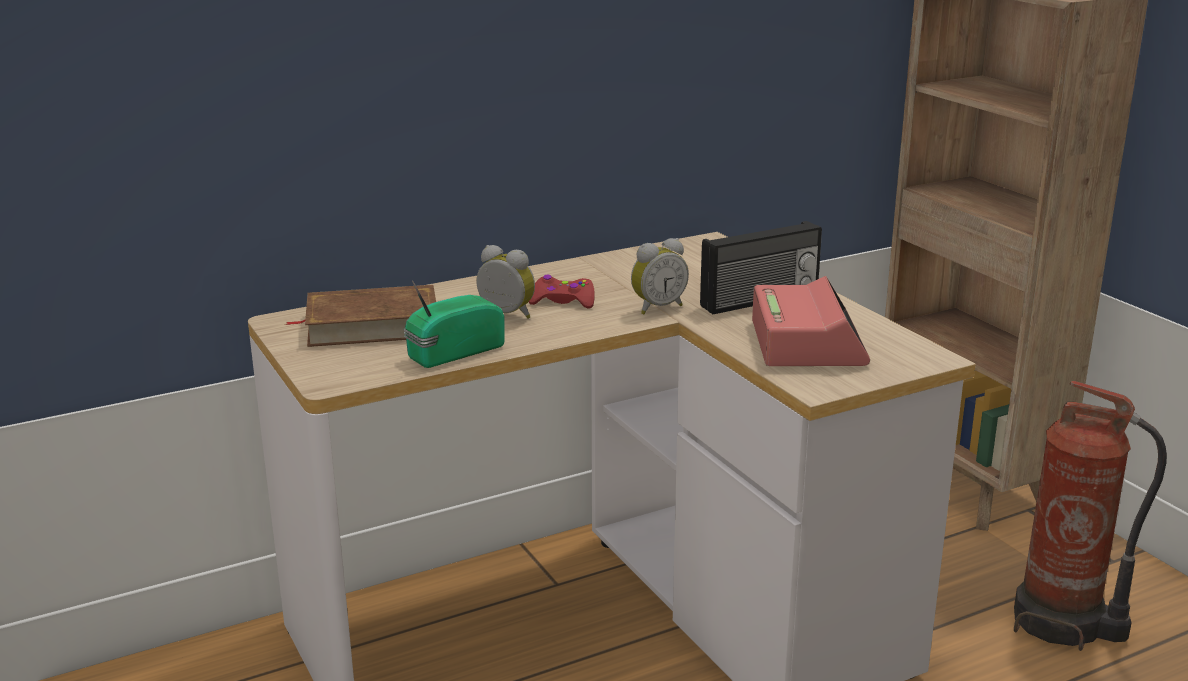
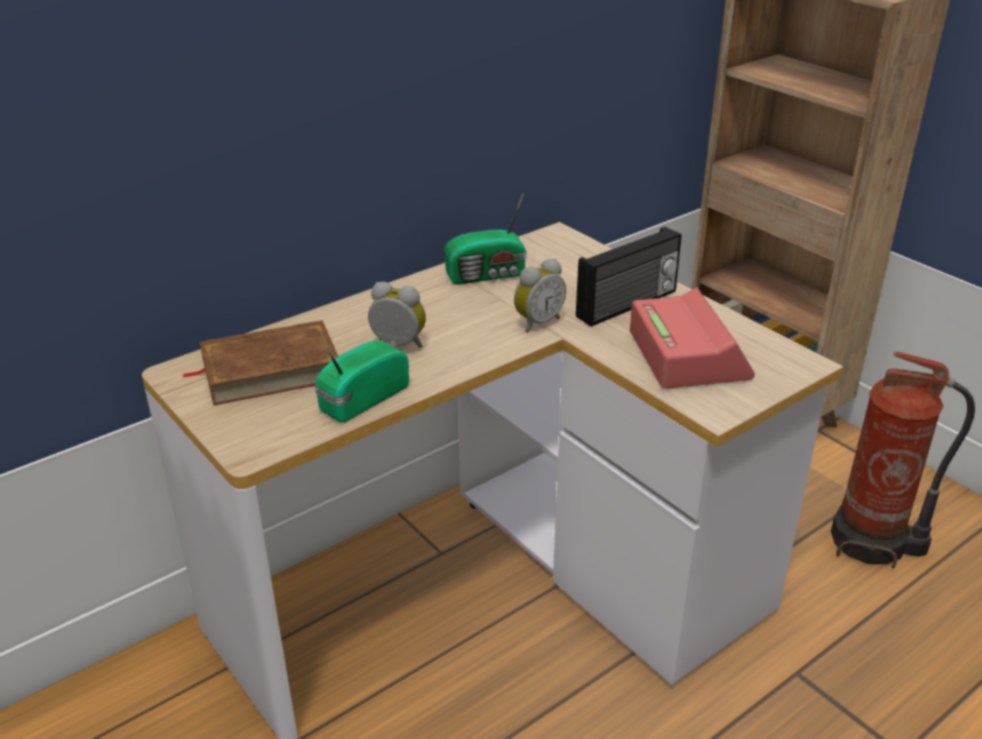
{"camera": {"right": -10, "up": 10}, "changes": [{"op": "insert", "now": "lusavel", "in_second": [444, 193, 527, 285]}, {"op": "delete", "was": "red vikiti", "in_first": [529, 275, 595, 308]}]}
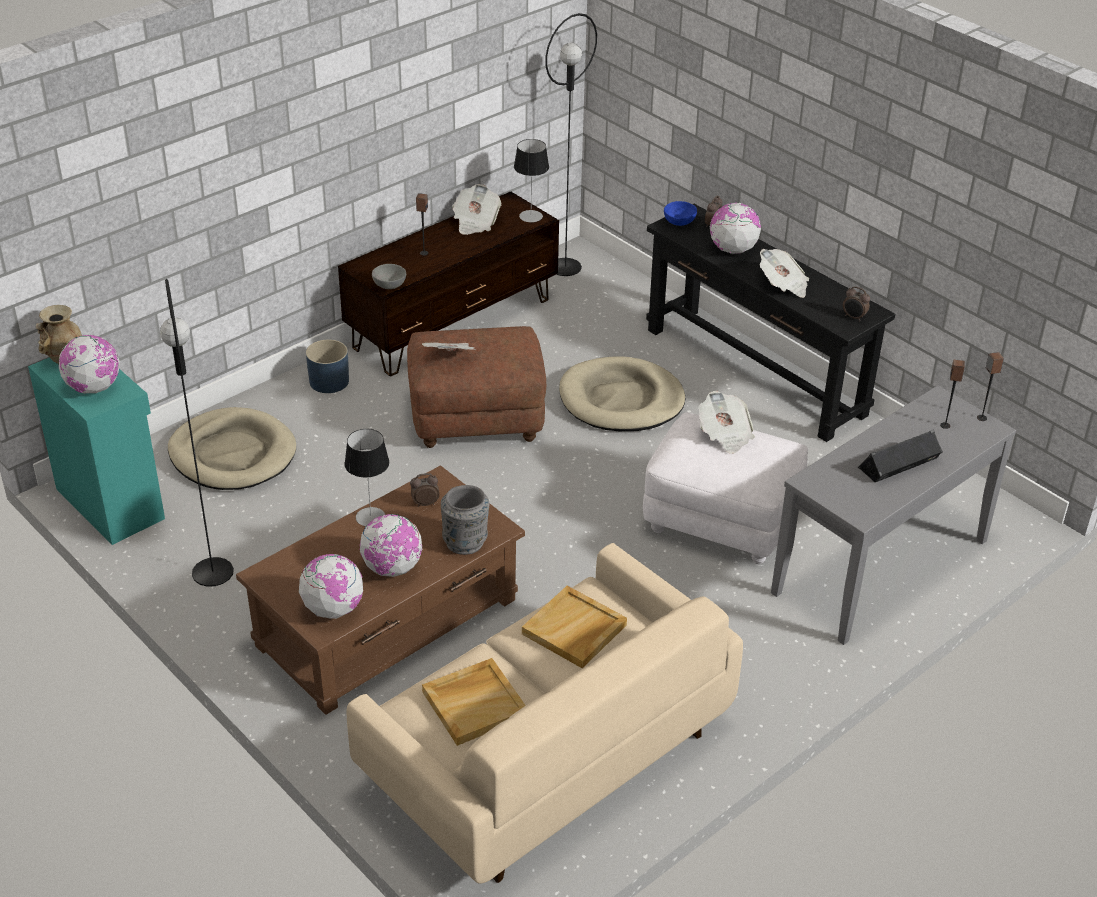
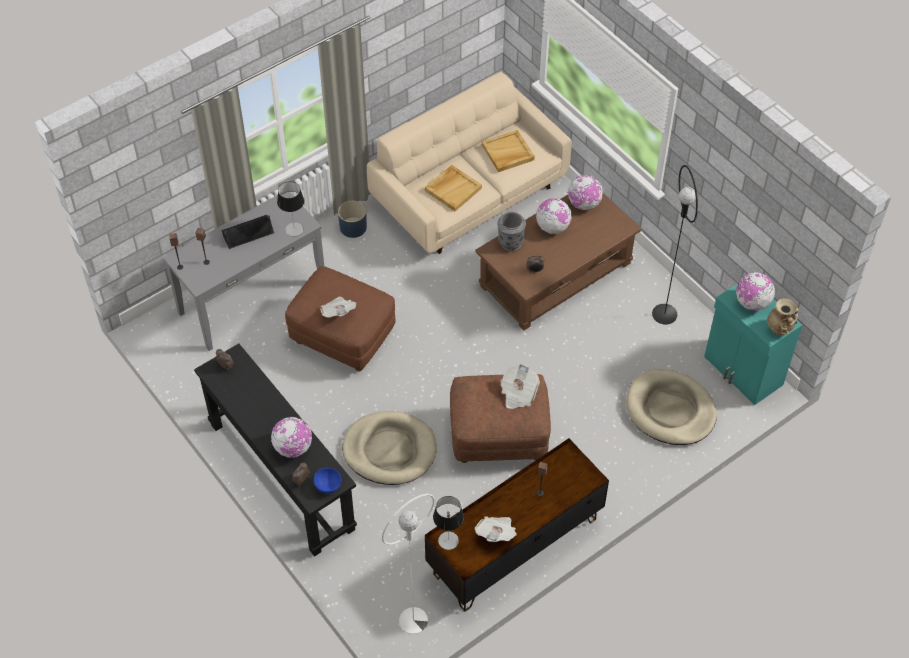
{"camera": {"right": -175, "up": 15}, "changes": [{"op": "move", "was": "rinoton", "in_first": [344, 429, 389, 526], "in_second": [277, 182, 304, 236]}, {"op": "recolor", "was": "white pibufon", "now": "brown pibufon", "in_first": [643, 412, 808, 564], "in_second": [285, 266, 395, 371]}, {"op": "move", "was": "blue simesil", "in_first": [306, 339, 349, 393], "in_second": [338, 201, 367, 238]}, {"op": "recolor", "was": "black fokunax", "now": "white fokunax", "in_first": [546, 13, 597, 276], "in_second": [382, 494, 434, 634]}, {"op": "delete", "was": "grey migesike", "in_first": [372, 264, 406, 289]}, {"op": "delete", "was": "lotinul", "in_first": [760, 249, 809, 298]}]}
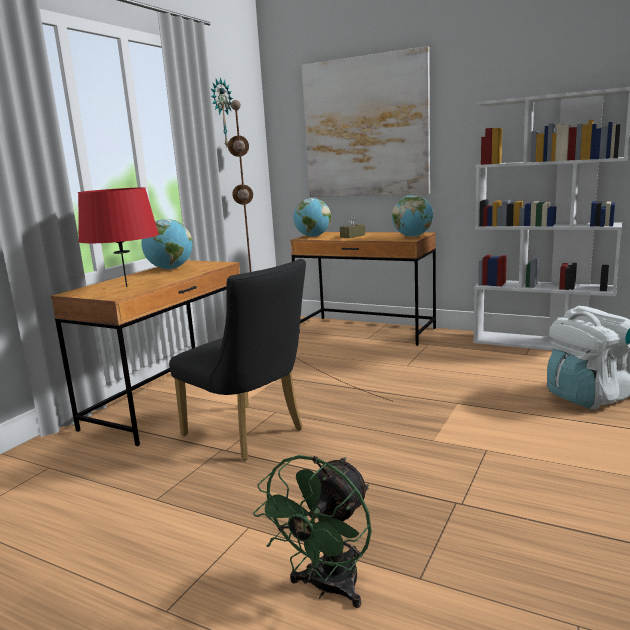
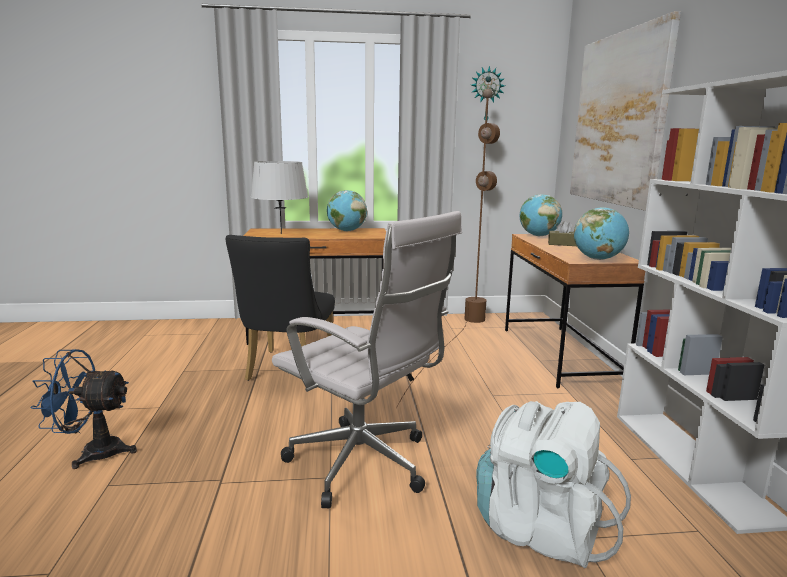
{"camera": {"right": 55, "up": 0}, "changes": [{"op": "recolor", "was": "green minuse", "now": "blue minuse", "in_first": [253, 455, 372, 608], "in_second": [30, 349, 137, 469]}, {"op": "recolor", "was": "red rinoton", "now": "grey rinoton", "in_first": [78, 187, 159, 287], "in_second": [251, 161, 308, 234]}, {"op": "insert", "now": "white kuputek", "in_second": [272, 211, 462, 508]}]}
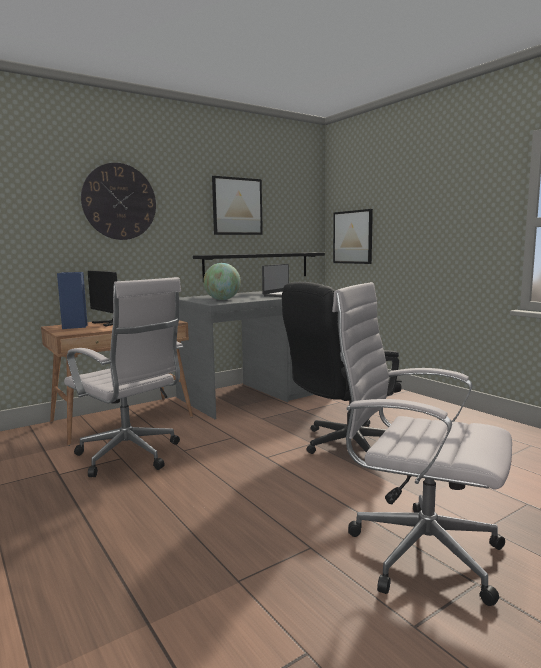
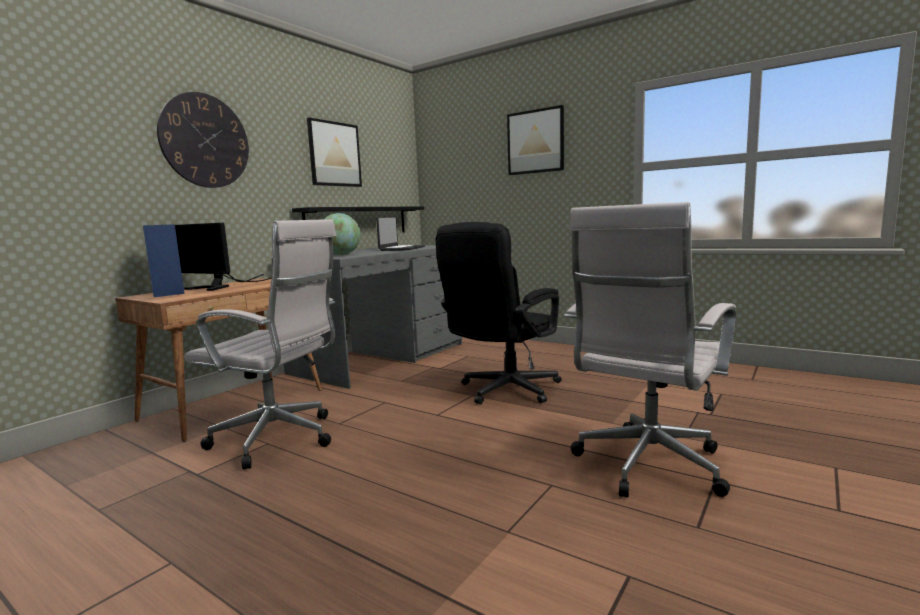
{"camera": {"right": -20, "up": 0}, "changes": [{"op": "move", "was": "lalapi", "in_first": [333, 209, 373, 264], "in_second": [507, 105, 564, 175]}, {"op": "rotate", "was": "white kuputek", "in_first": [332, 282, 512, 606], "in_second": [564, 202, 736, 497], "clockwise": -60}]}
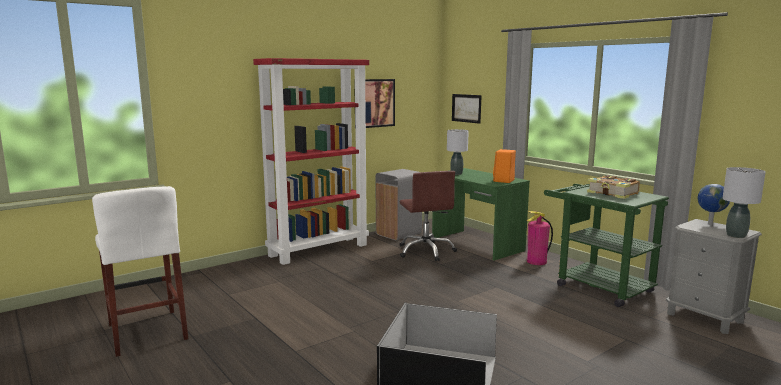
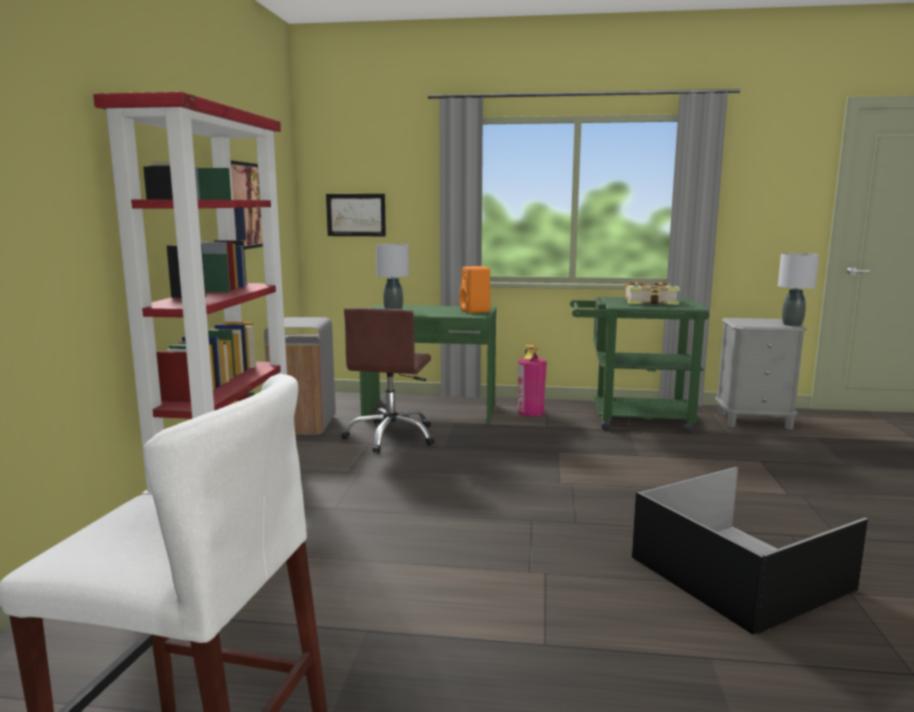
{"camera": {"right": -45, "up": 0}, "changes": [{"op": "rotate", "was": "brown kuputek", "in_first": [399, 171, 457, 261], "in_second": [341, 308, 434, 453], "clockwise": 75}, {"op": "delete", "was": "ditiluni", "in_first": [698, 184, 730, 225]}]}
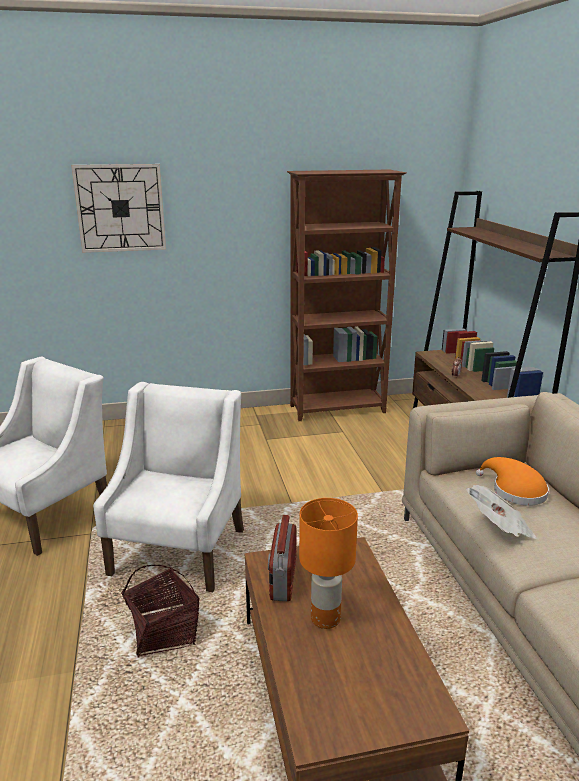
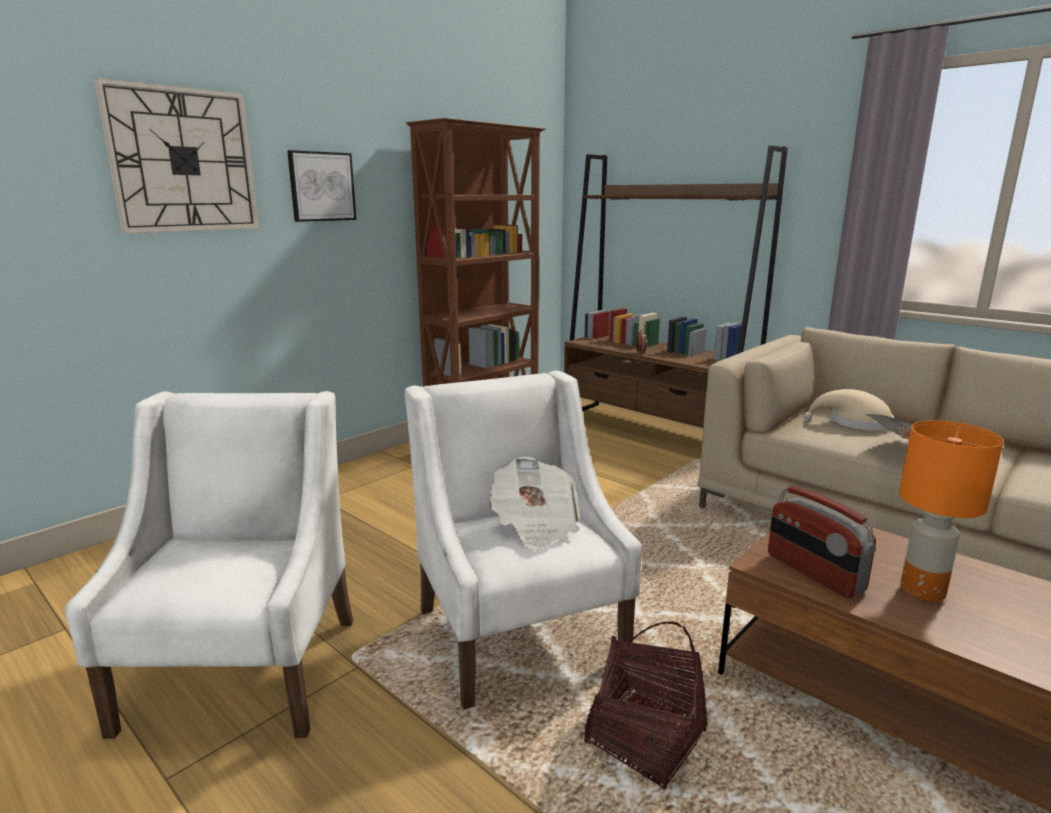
{"camera": {"right": -35, "up": -5}, "changes": [{"op": "insert", "now": "lalapi", "in_second": [287, 150, 356, 222]}, {"op": "insert", "now": "lotinul", "in_second": [489, 456, 580, 550]}, {"op": "recolor", "was": "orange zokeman", "now": "beige zokeman", "in_first": [476, 457, 549, 506], "in_second": [803, 389, 894, 431]}]}
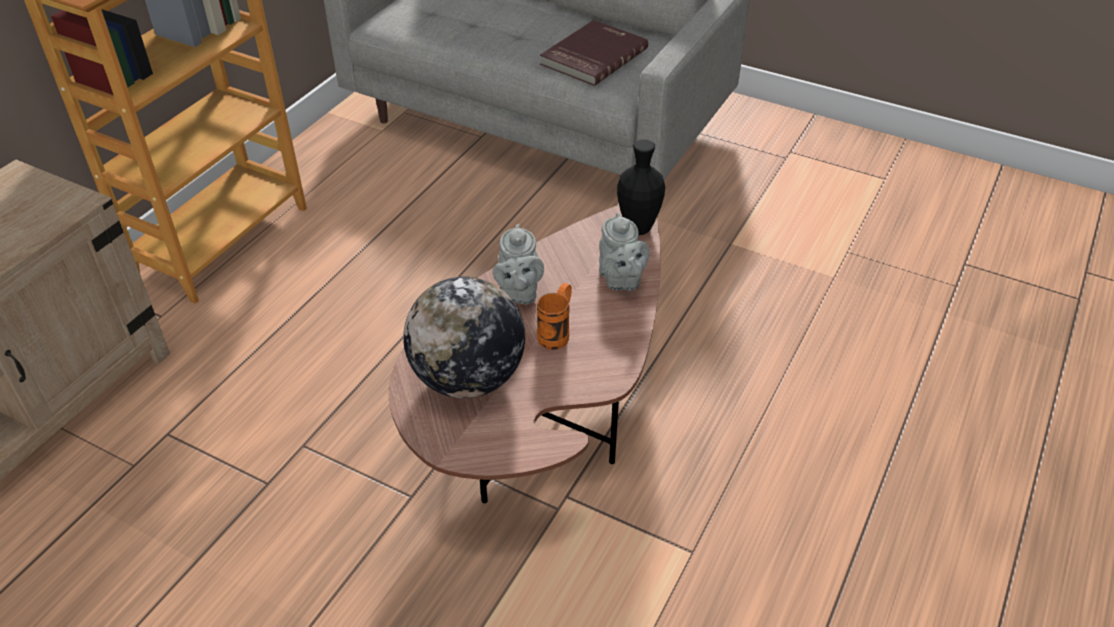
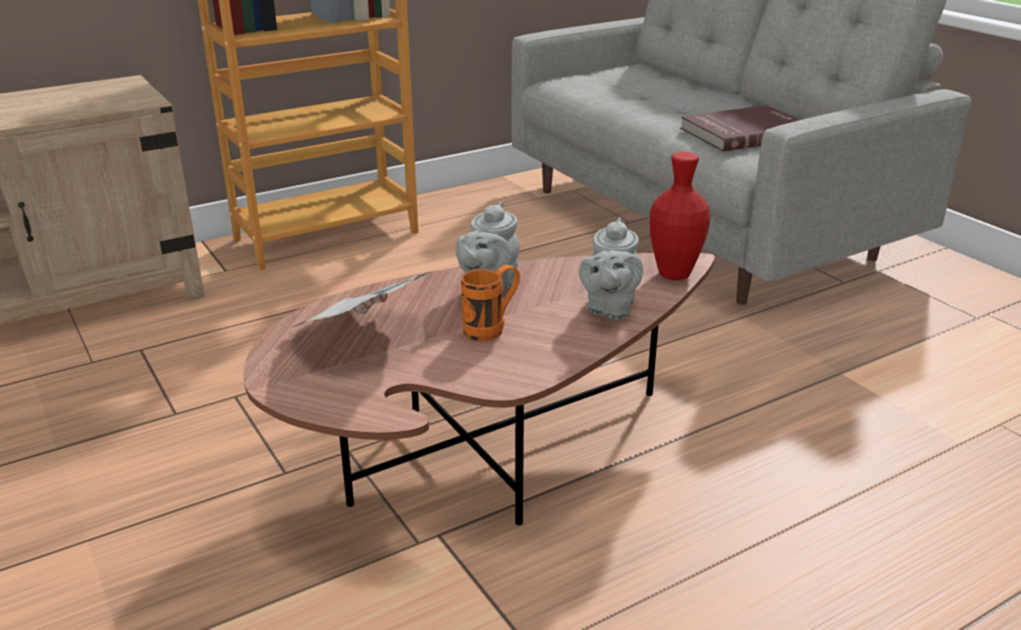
{"camera": {"right": 30, "up": -15}, "changes": [{"op": "replace", "was": "ditiluni", "now": "lotinul", "in_first": [403, 277, 525, 398], "in_second": [290, 271, 432, 328]}, {"op": "recolor", "was": "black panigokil", "now": "red panigokil", "in_first": [617, 139, 665, 235], "in_second": [649, 152, 710, 280]}]}
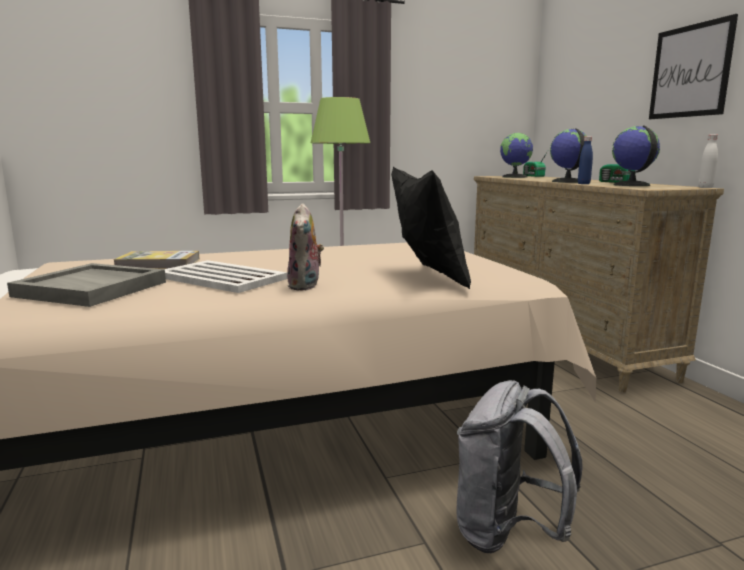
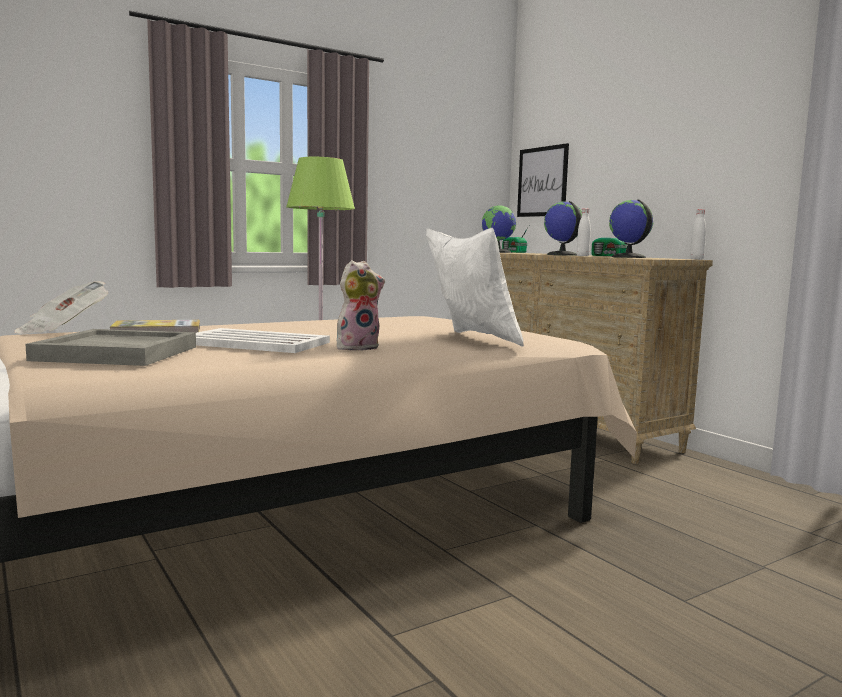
{"camera": {"right": -15, "up": -5}, "changes": [{"op": "insert", "now": "lotinul", "in_second": [14, 281, 109, 334]}, {"op": "rotate", "was": "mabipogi", "in_first": [287, 203, 324, 290], "in_second": [337, 260, 385, 351], "clockwise": -105}, {"op": "recolor", "was": "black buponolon", "now": "white buponolon", "in_first": [391, 167, 471, 289], "in_second": [426, 228, 524, 347]}, {"op": "move", "was": "lalapi", "in_first": [649, 14, 738, 119], "in_second": [517, 143, 569, 217]}, {"op": "recolor", "was": "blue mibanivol", "now": "white mibanivol", "in_first": [578, 136, 593, 184], "in_second": [577, 209, 591, 256]}, {"op": "delete", "was": "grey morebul", "in_first": [457, 380, 583, 553]}]}
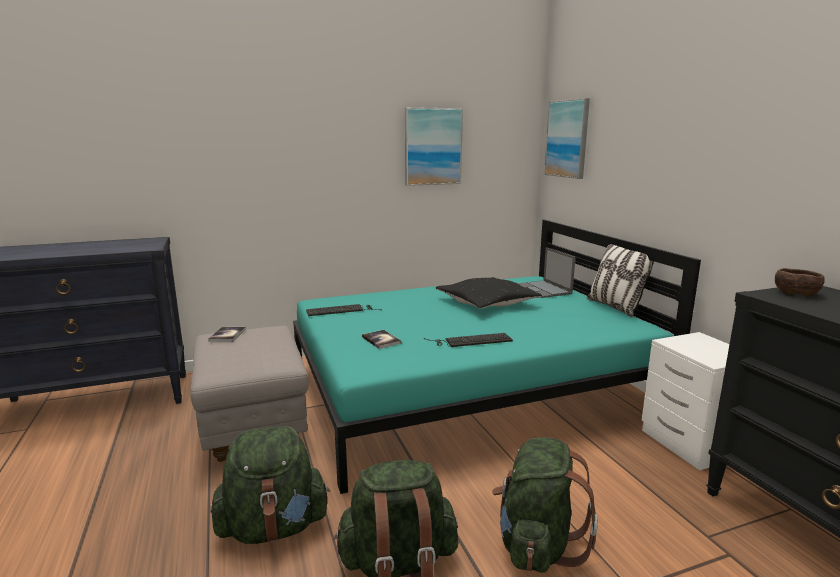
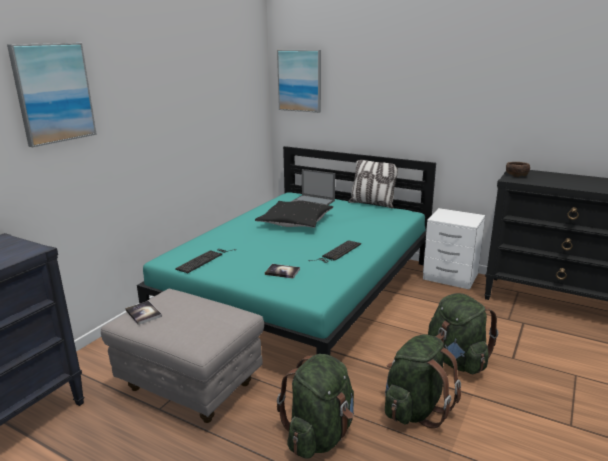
{"camera": {"right": -40, "up": 5}, "changes": [{"op": "move", "was": "lalapi", "in_first": [405, 107, 463, 186], "in_second": [7, 43, 97, 147]}]}
